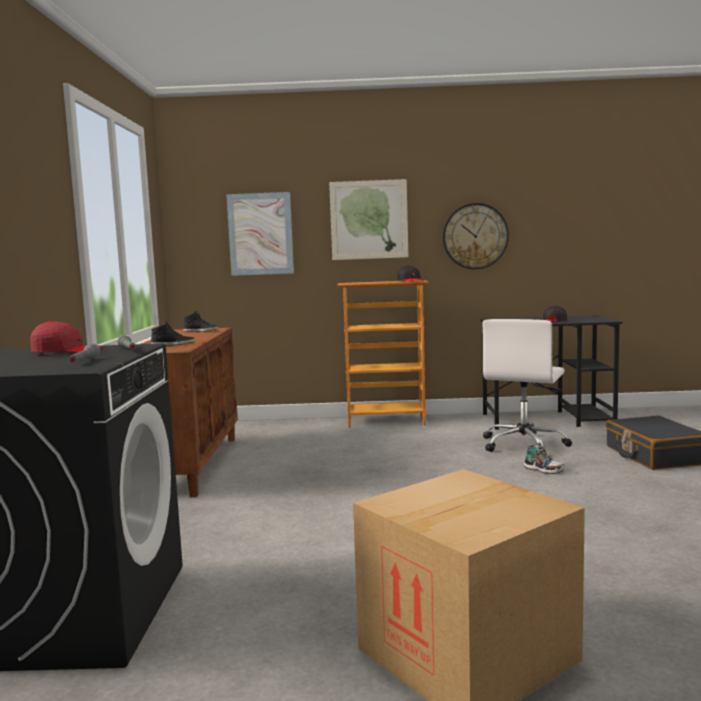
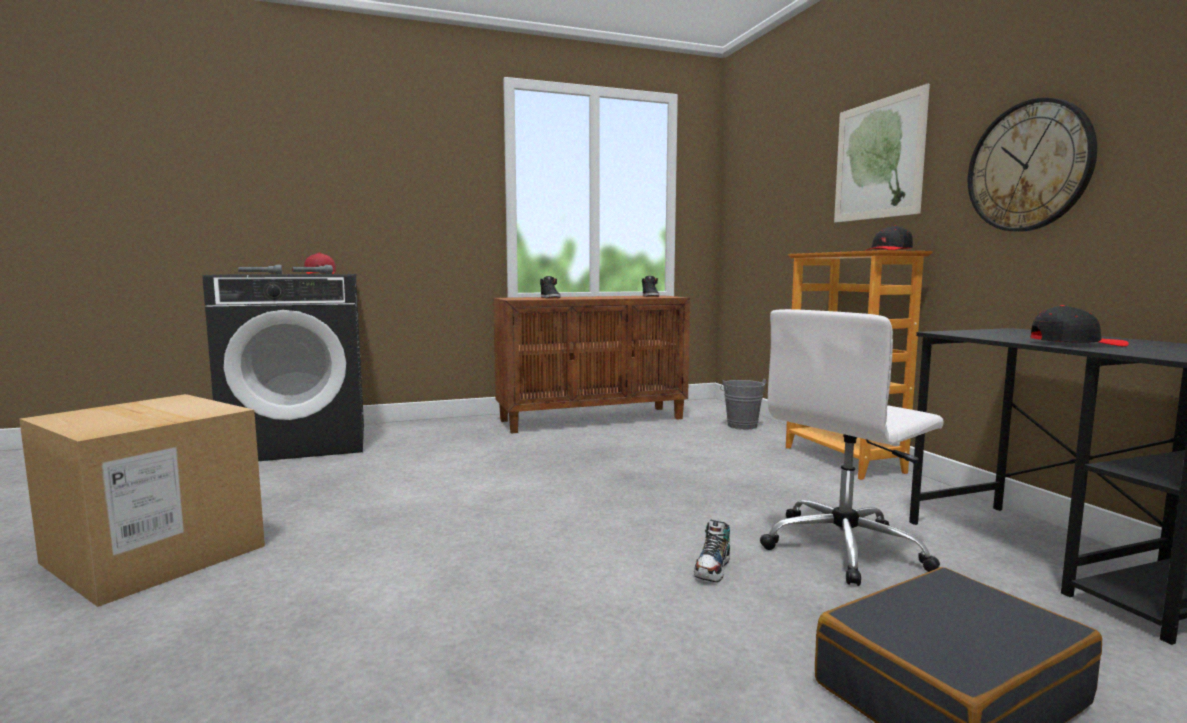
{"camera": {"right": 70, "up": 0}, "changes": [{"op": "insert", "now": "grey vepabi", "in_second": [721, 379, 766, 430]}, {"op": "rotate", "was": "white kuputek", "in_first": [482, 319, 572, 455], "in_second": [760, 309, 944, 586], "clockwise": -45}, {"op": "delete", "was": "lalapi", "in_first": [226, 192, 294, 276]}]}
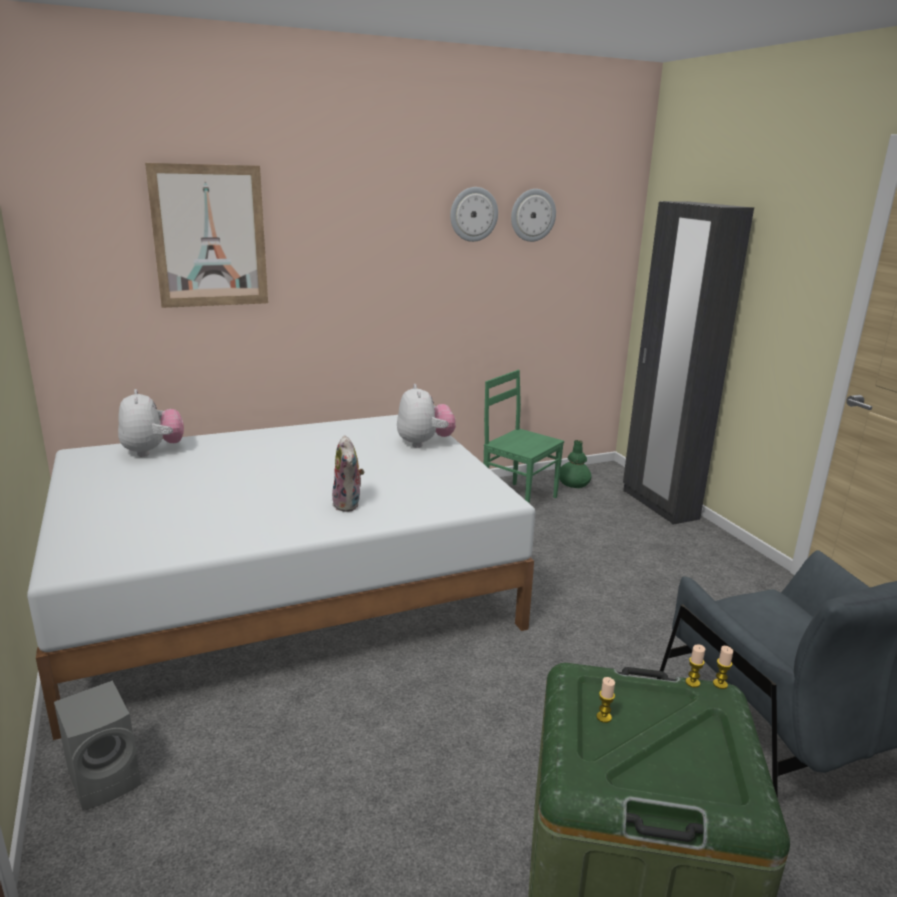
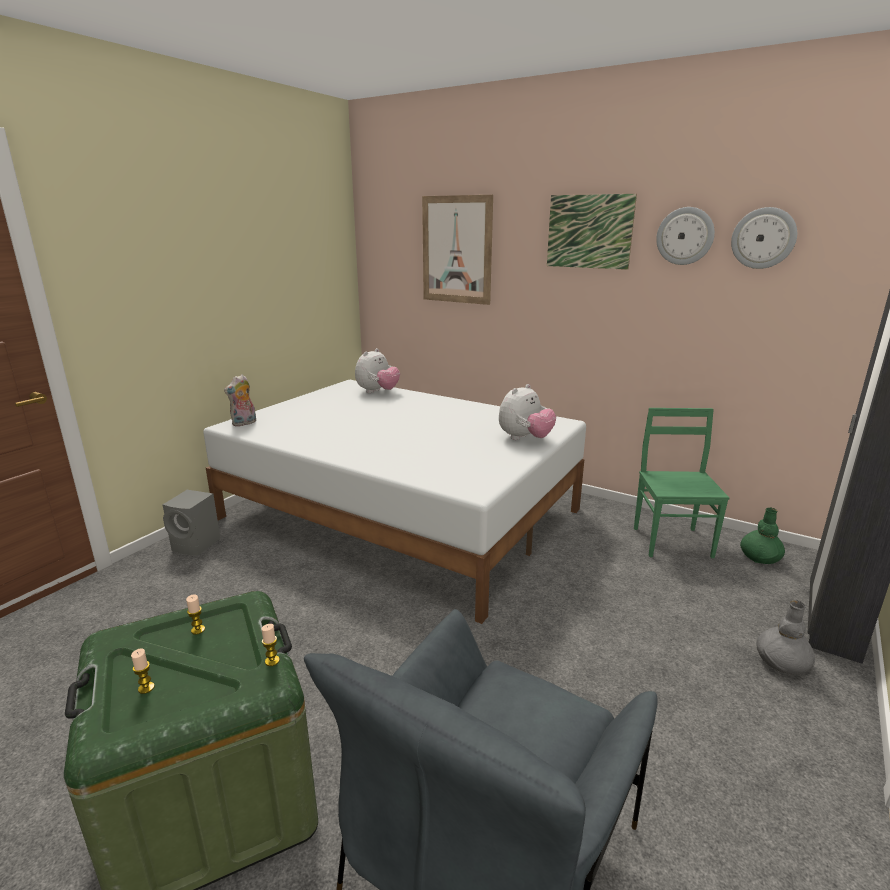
{"camera": {"right": 55, "up": 0}, "changes": [{"op": "move", "was": "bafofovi", "in_first": [713, 646, 733, 689], "in_second": [131, 648, 155, 694]}, {"op": "move", "was": "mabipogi", "in_first": [332, 435, 364, 512], "in_second": [224, 374, 256, 427]}, {"op": "insert", "now": "lalapi", "in_second": [547, 194, 637, 270]}, {"op": "insert", "now": "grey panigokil", "in_second": [756, 600, 815, 675]}]}
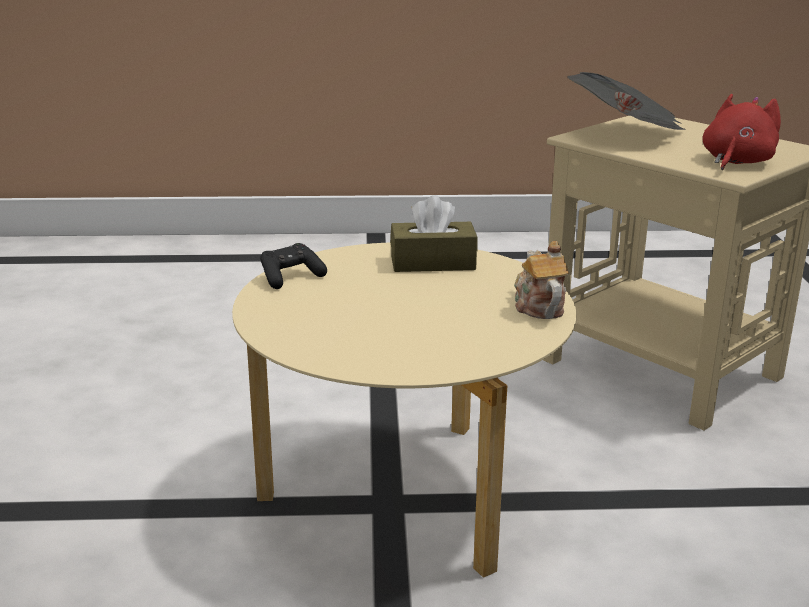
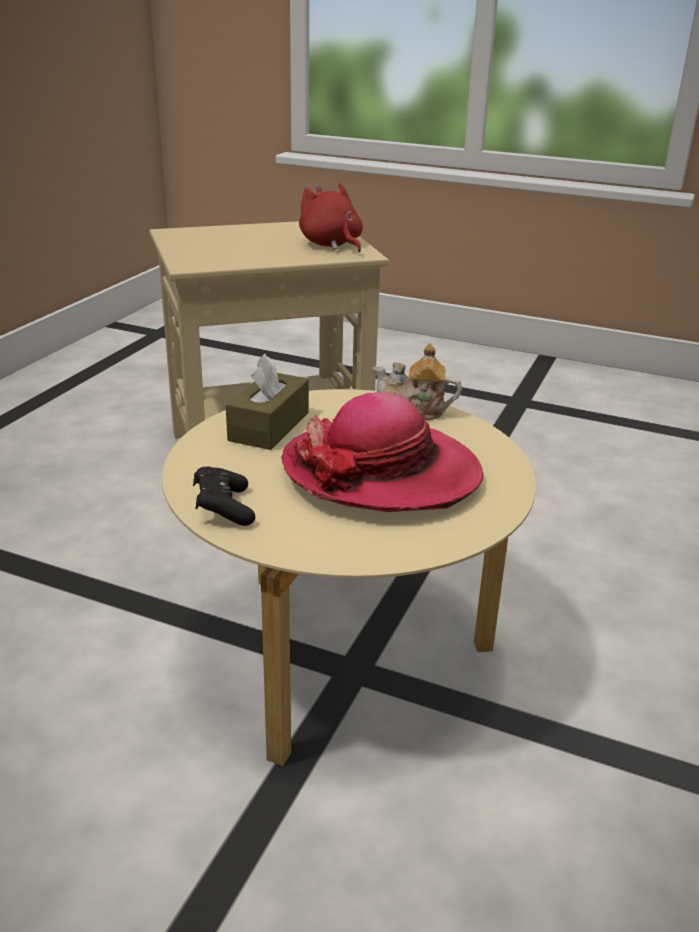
{"camera": {"right": -65, "up": 5}, "changes": [{"op": "insert", "now": "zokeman", "in_second": [281, 392, 483, 512]}, {"op": "delete", "was": "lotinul", "in_first": [567, 72, 686, 130]}]}
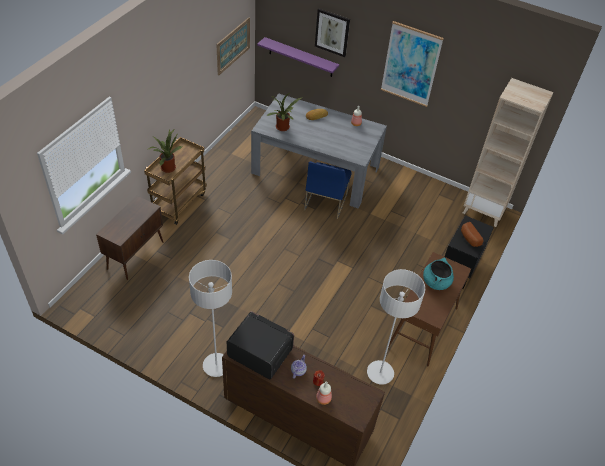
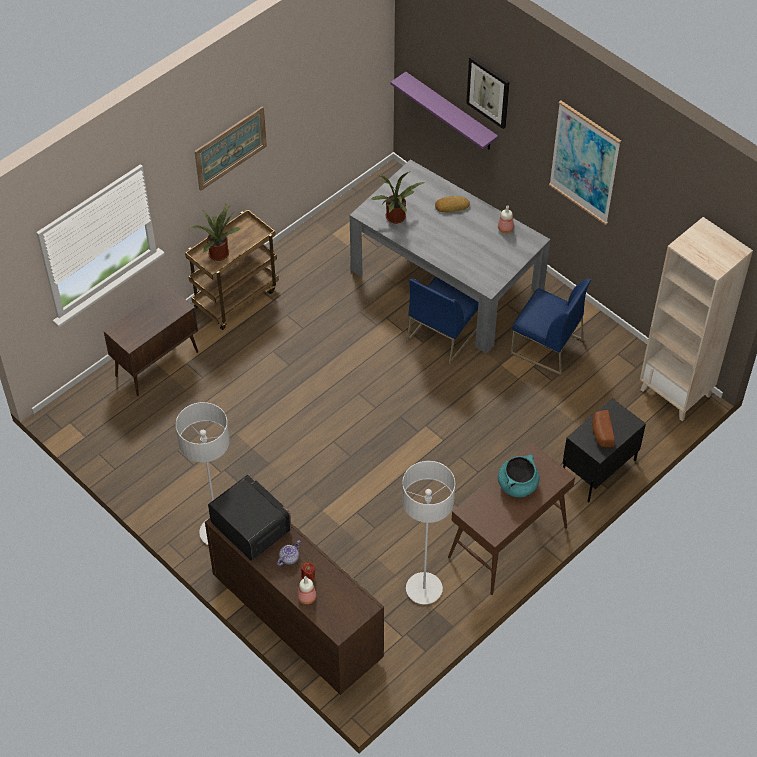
{"camera": {"right": 20, "up": 5}, "changes": [{"op": "move", "was": "lalapi", "in_first": [216, 17, 250, 75], "in_second": [194, 106, 267, 191]}, {"op": "insert", "now": "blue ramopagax", "in_second": [511, 279, 591, 375]}]}
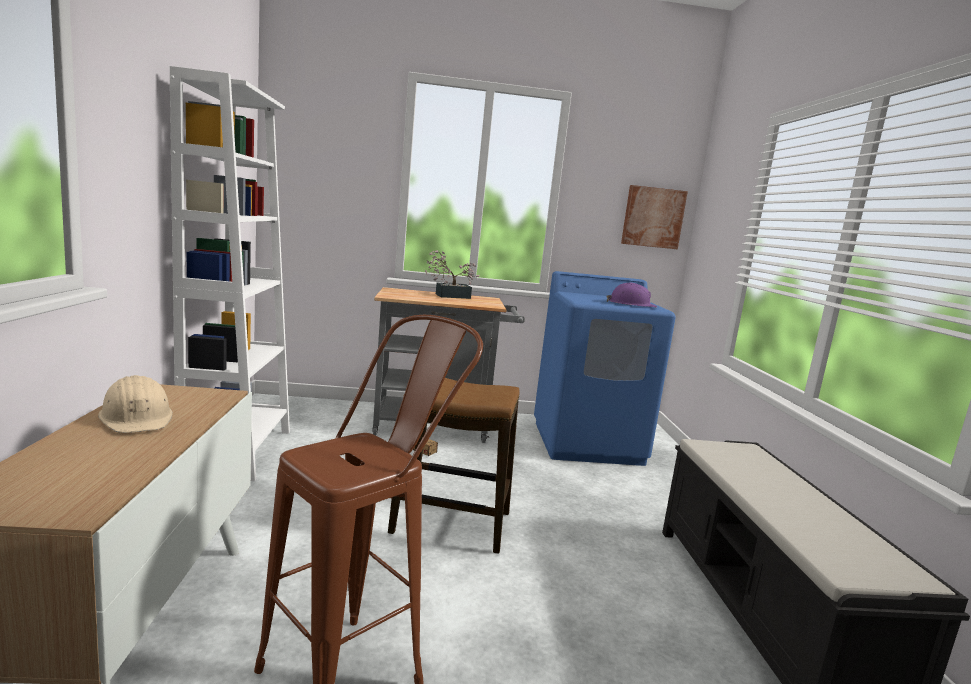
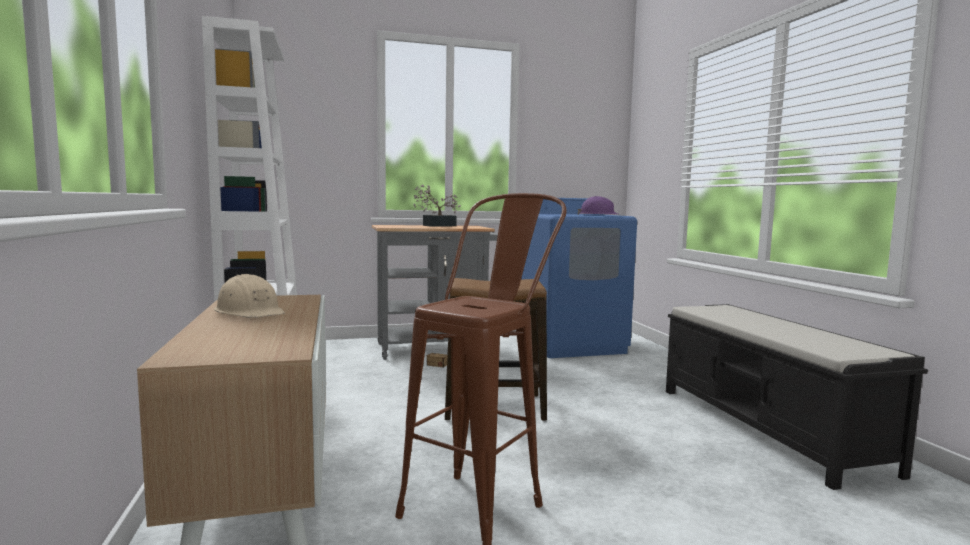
{"camera": {"right": -10, "up": -5}, "changes": [{"op": "delete", "was": "lalapi", "in_first": [621, 185, 688, 249]}]}
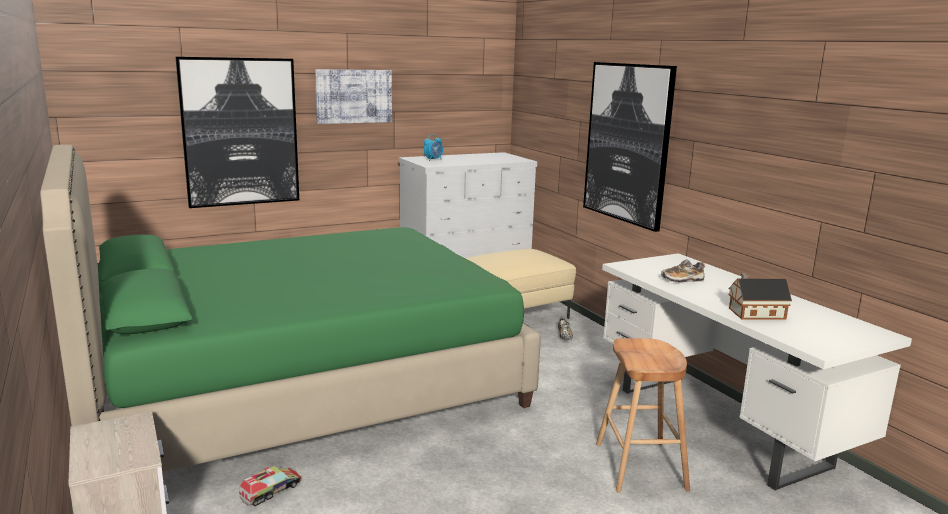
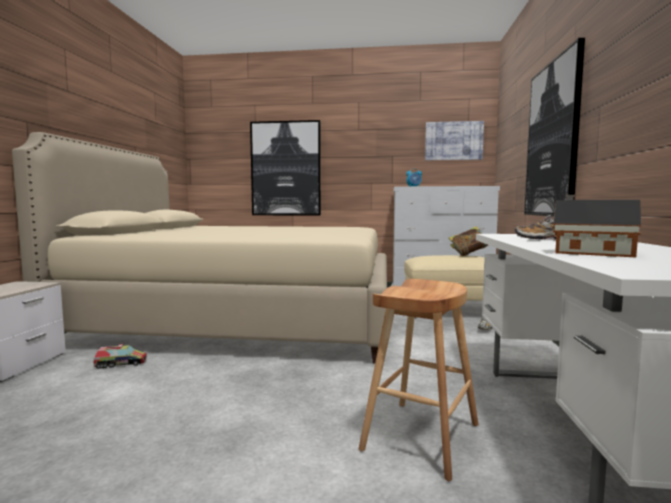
{"camera": {"right": 35, "up": -10}, "changes": [{"op": "recolor", "was": "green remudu", "now": "beige remudu", "in_first": [40, 145, 541, 472], "in_second": [12, 132, 387, 364]}, {"op": "move", "was": "lalapi", "in_first": [315, 69, 392, 124], "in_second": [425, 121, 484, 160]}, {"op": "insert", "now": "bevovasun", "in_second": [449, 227, 488, 256]}]}
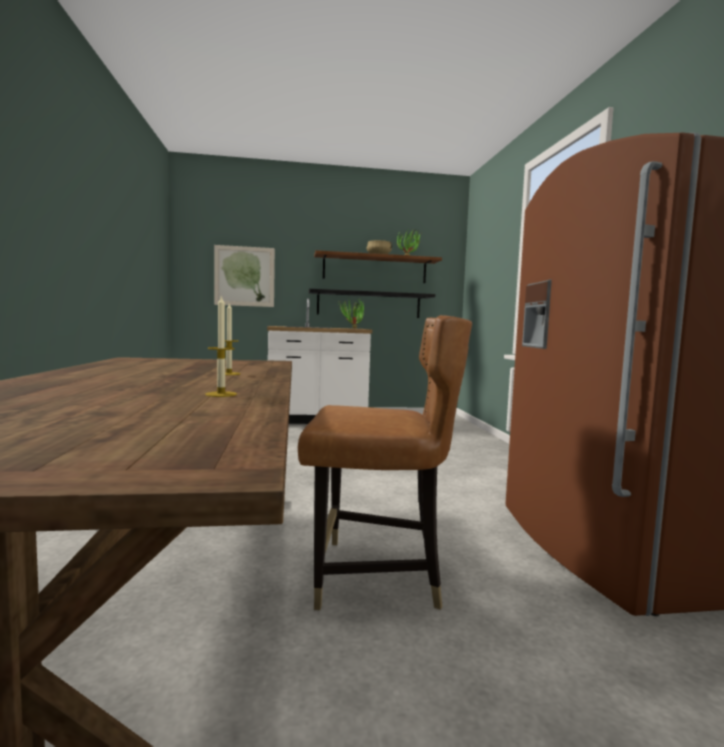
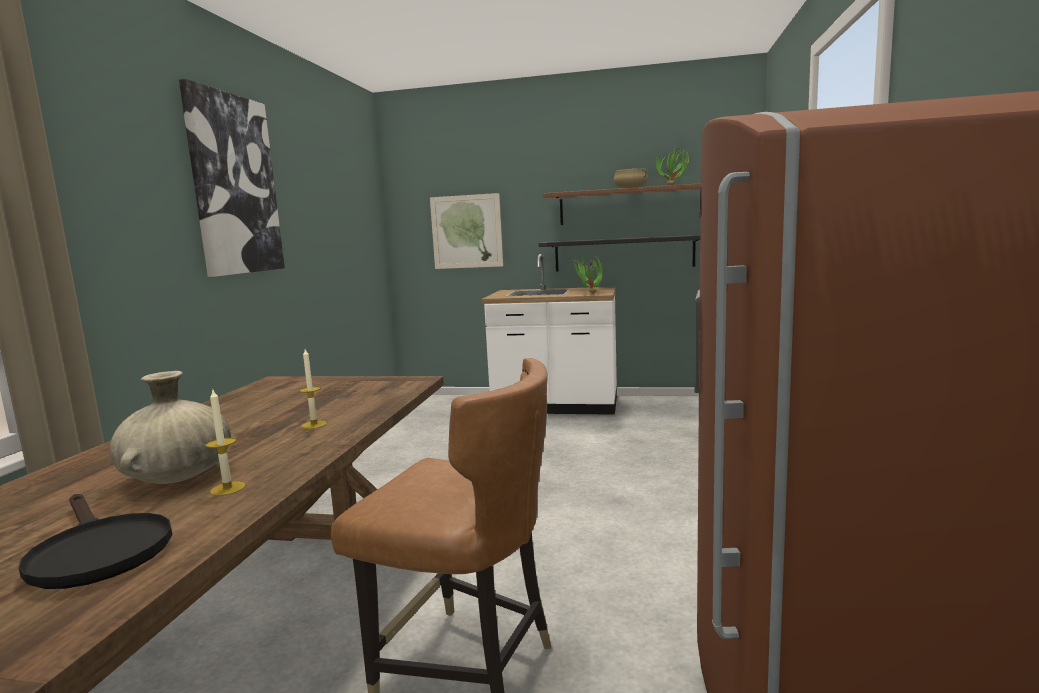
{"camera": {"right": 20, "up": 5}, "changes": [{"op": "insert", "now": "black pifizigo", "in_second": [18, 494, 172, 589]}, {"op": "insert", "now": "beige panigokil", "in_second": [109, 371, 231, 484]}, {"op": "insert", "now": "lalapi", "in_second": [179, 79, 285, 277]}]}
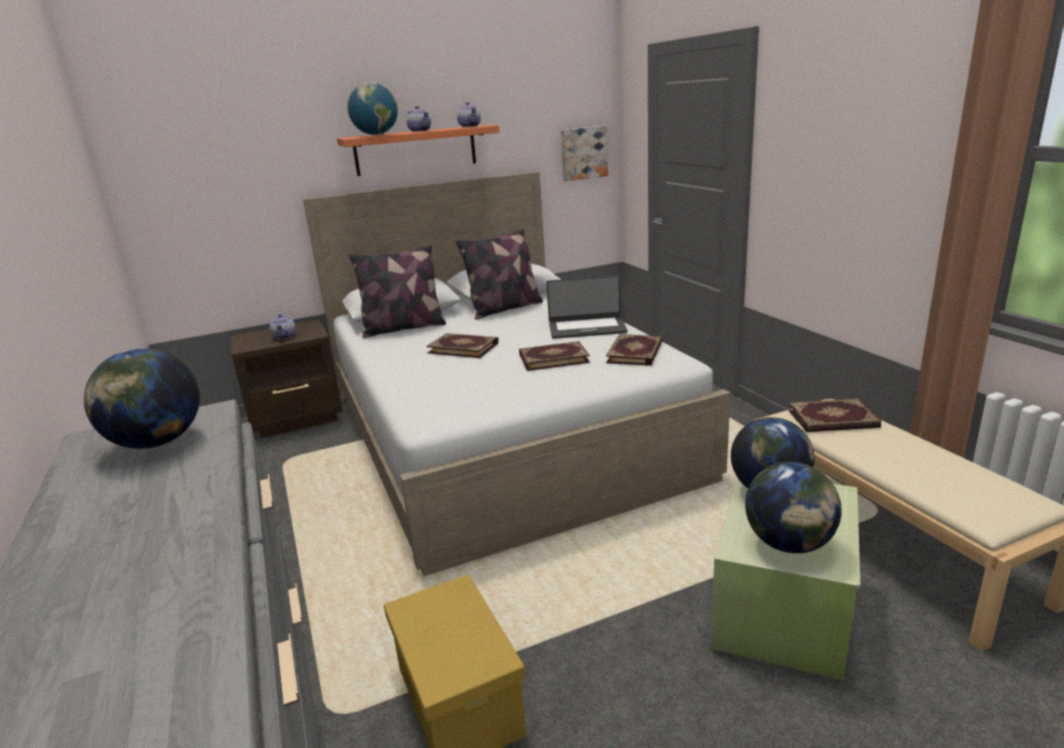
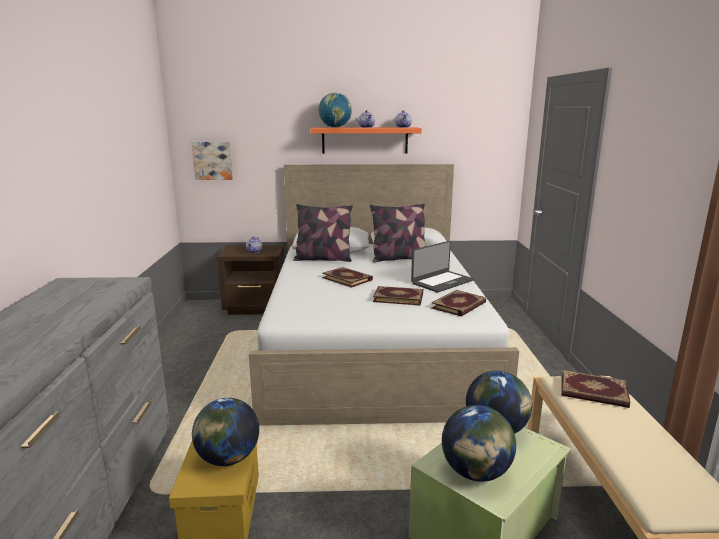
{"camera": {"right": 20, "up": -5}, "changes": [{"op": "move", "was": "lalapi", "in_first": [561, 126, 608, 181], "in_second": [192, 142, 233, 180]}, {"op": "move", "was": "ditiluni", "in_first": [84, 348, 200, 449], "in_second": [192, 398, 259, 466]}, {"op": "rotate", "was": "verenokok", "in_first": [547, 275, 628, 339], "in_second": [411, 241, 474, 293], "clockwise": -60}]}
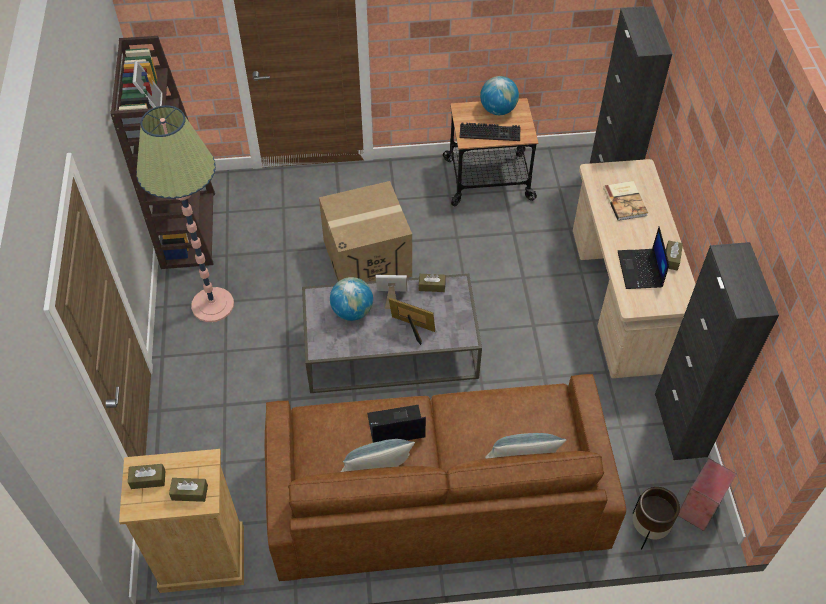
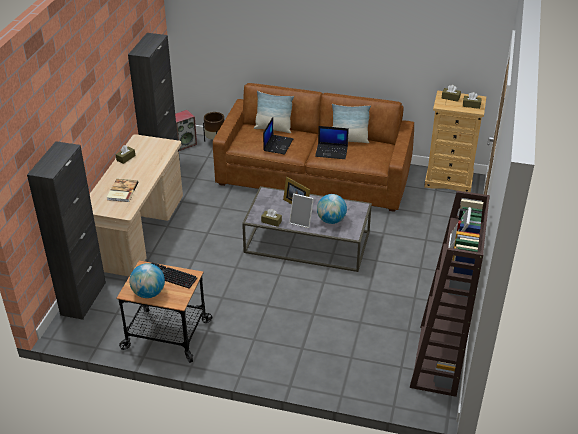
{"camera": {"right": -160, "up": -15}, "changes": [{"op": "move", "was": "verenokok", "in_first": [618, 227, 669, 289], "in_second": [263, 117, 293, 155]}, {"op": "delete", "was": "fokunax", "in_first": [136, 105, 234, 322]}, {"op": "delete", "was": "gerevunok", "in_first": [319, 181, 412, 282]}]}
